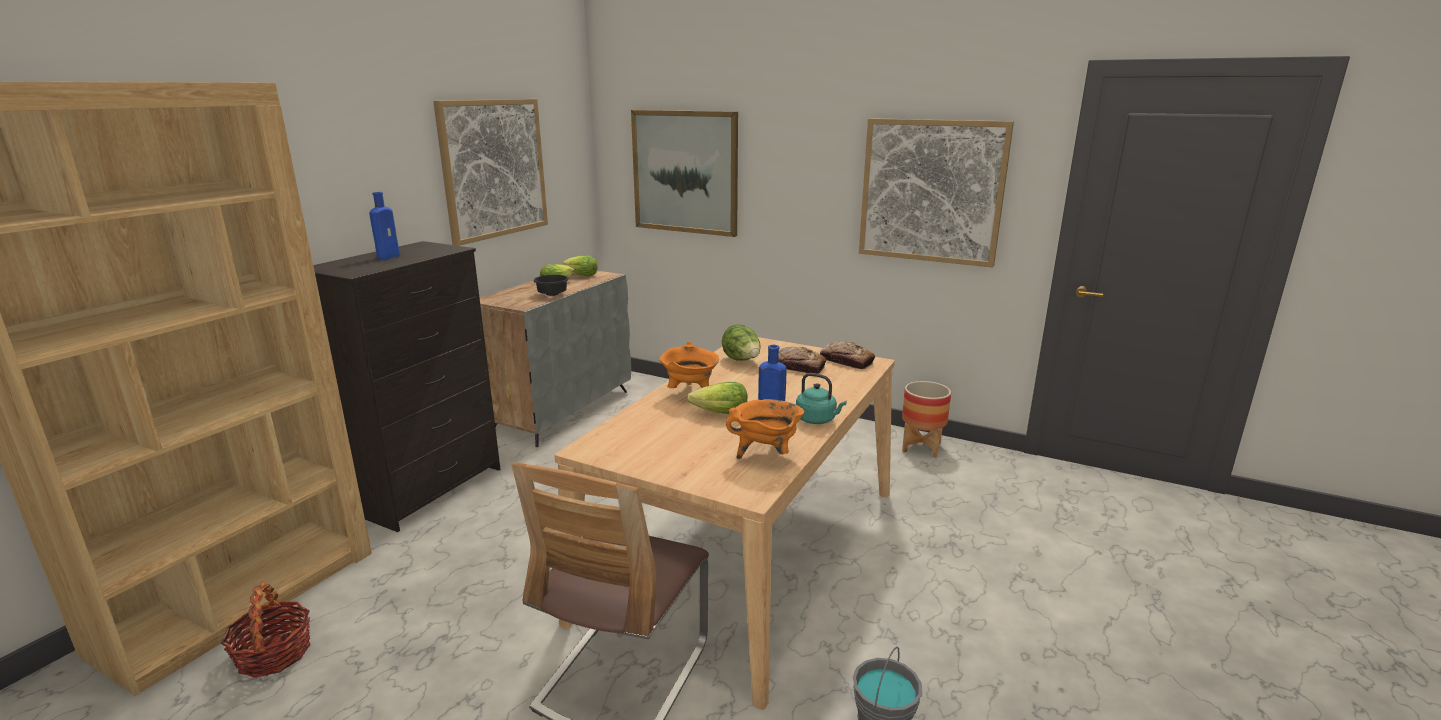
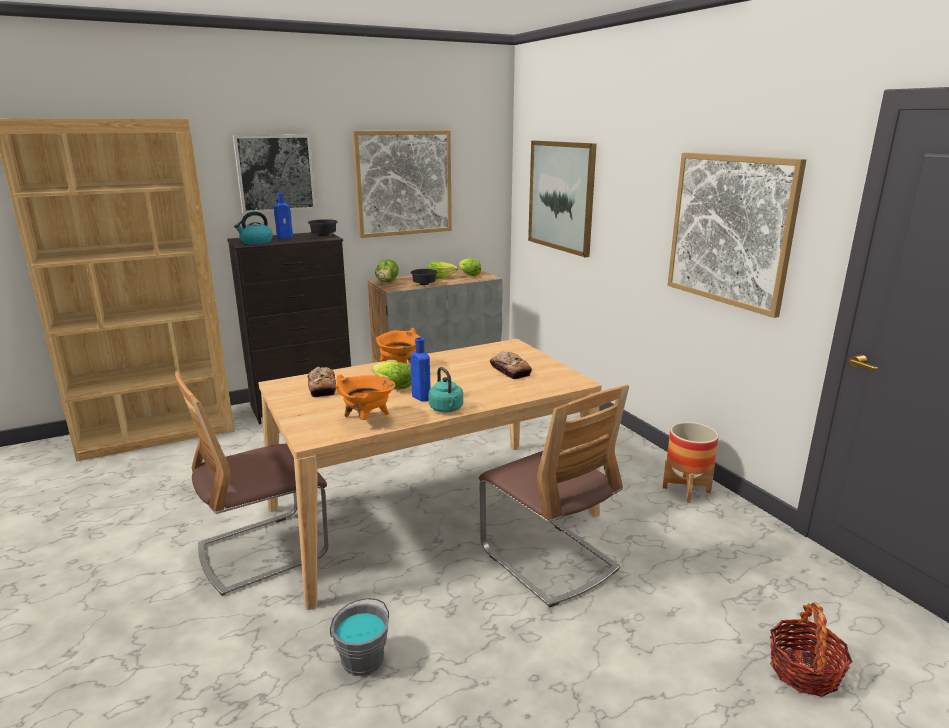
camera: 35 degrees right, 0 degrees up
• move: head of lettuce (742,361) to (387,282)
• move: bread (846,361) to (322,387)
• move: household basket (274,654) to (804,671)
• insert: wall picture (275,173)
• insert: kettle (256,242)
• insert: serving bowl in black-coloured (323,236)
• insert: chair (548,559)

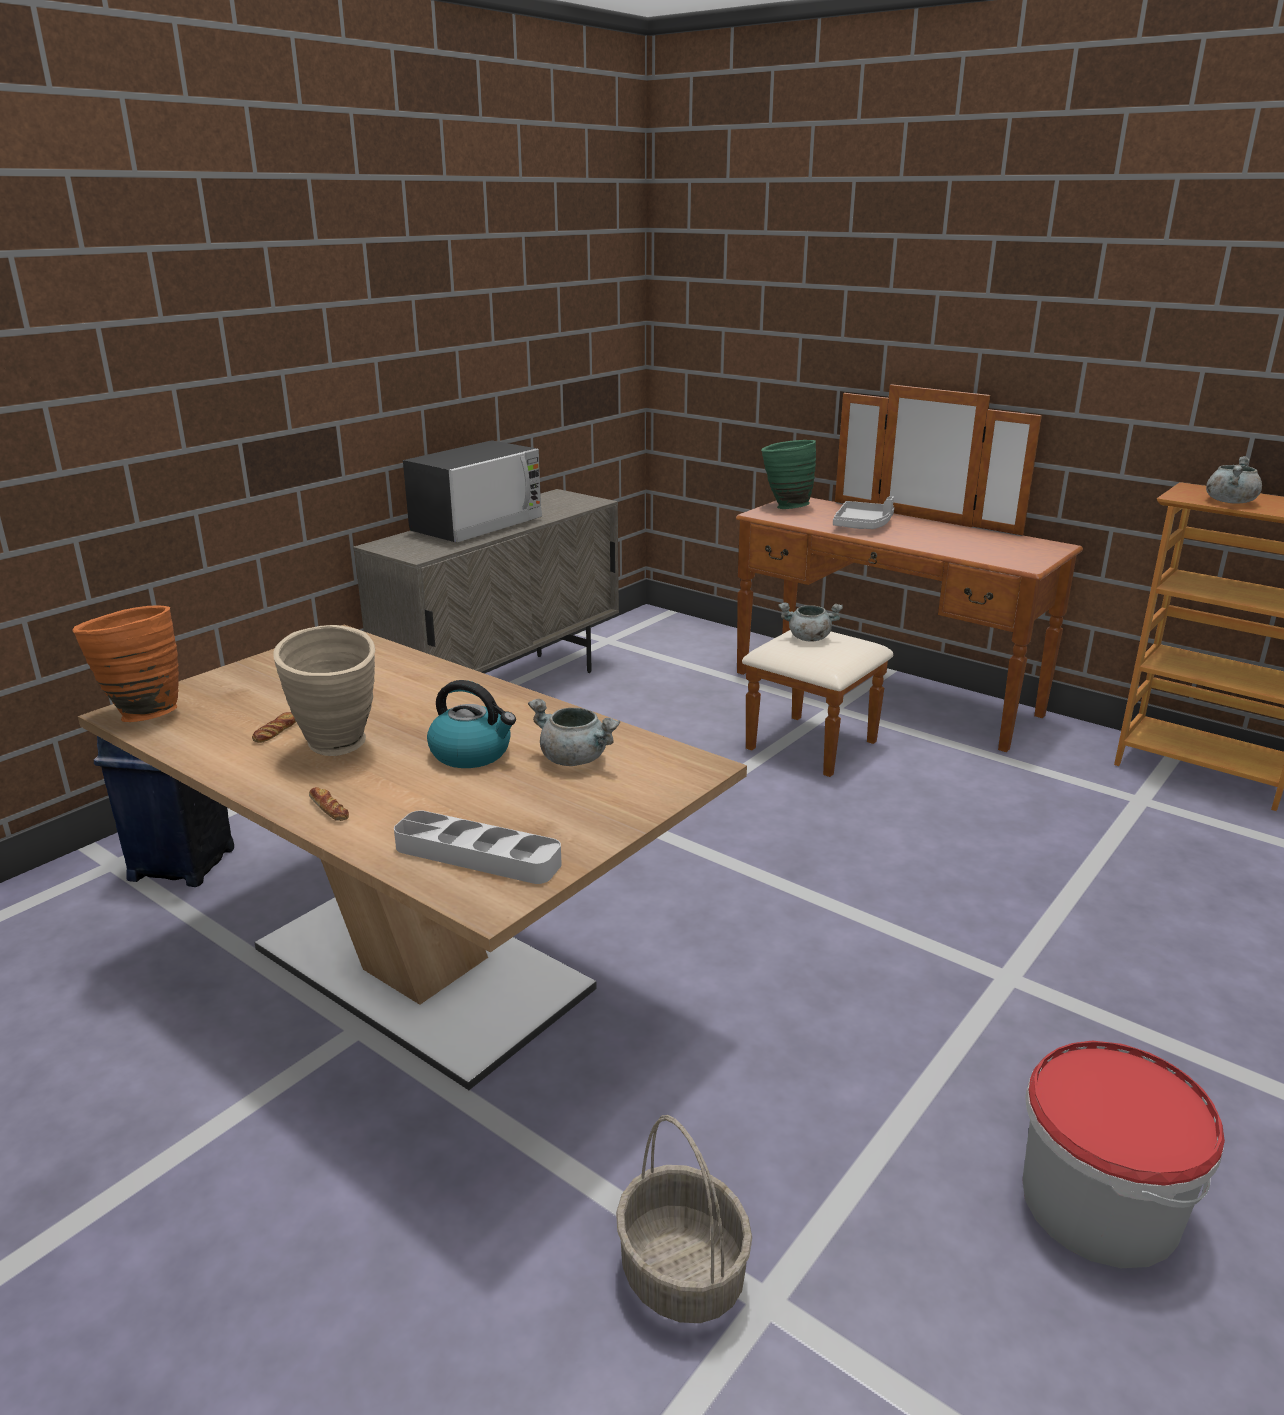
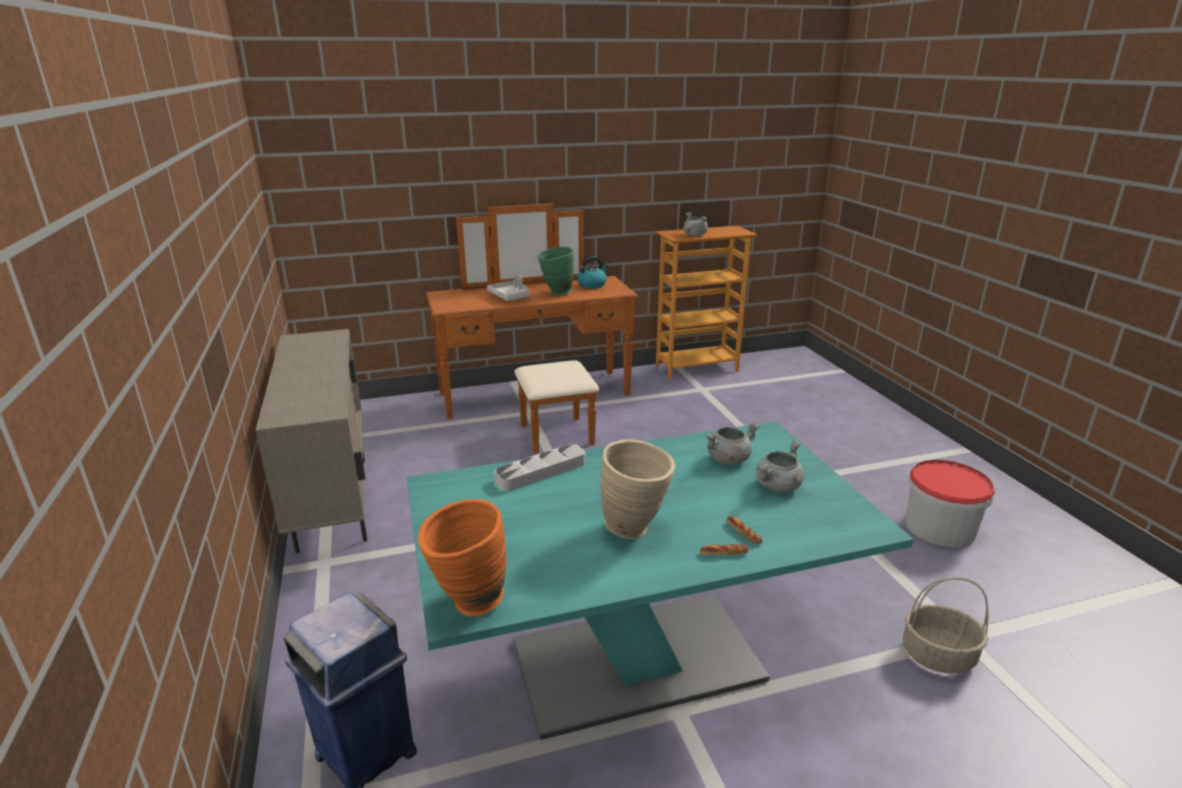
camera: 55 degrees left, 0 degrees up
• delete: microwave (478,526)
• move: flower vase in greenish (785,507) to (556,293)
• move: cooking pot in gray (808,638) to (777,487)
• recolor: dining table in brown-coloured (421,968) to dining table in turquoise (636,661)
• move: kettle (472,753) to (592,284)
• move: bread (276,731) to (743,533)
• move: carrying tray in gray (477,855) to (541,472)

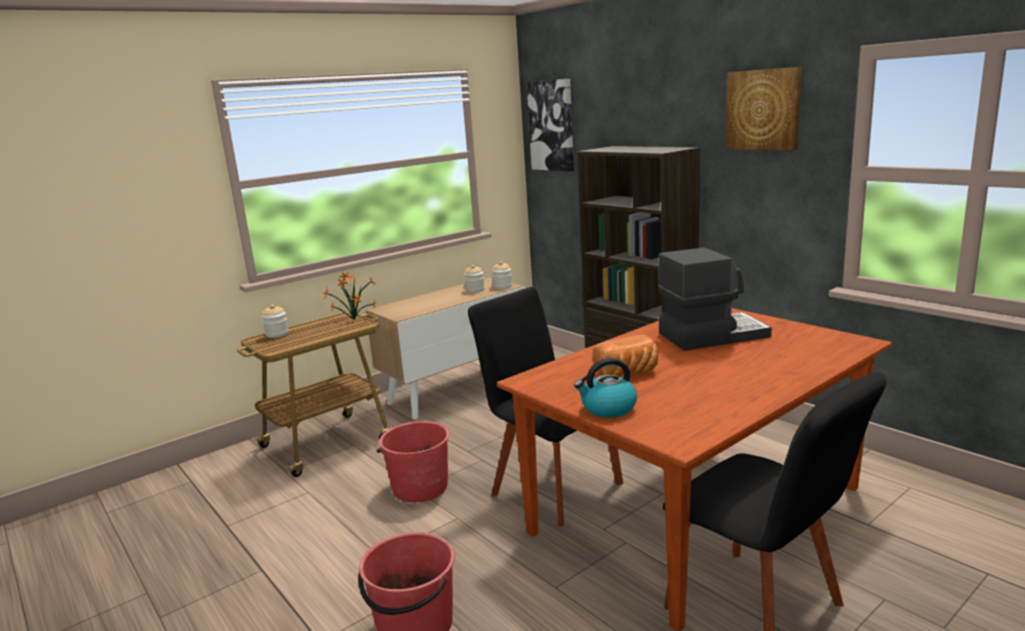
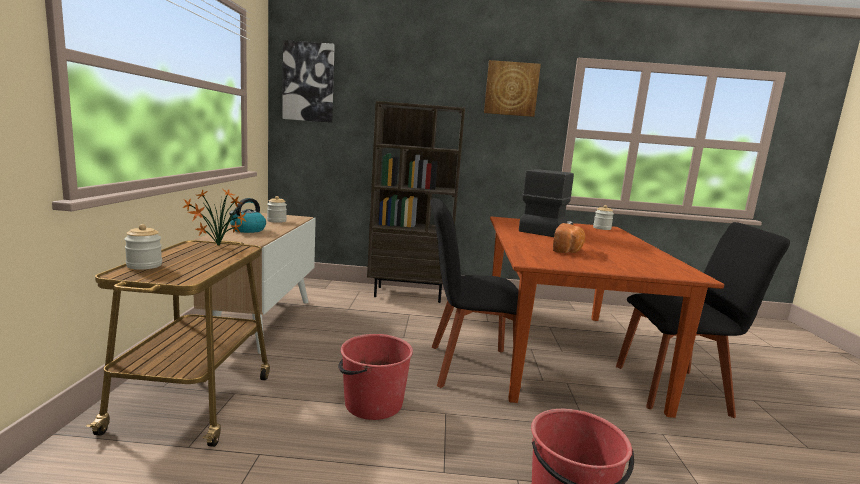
camera: 50 degrees left, 5 degrees down
• move: jar (502,286) to (602,228)
• move: kettle (608,408) to (247,230)

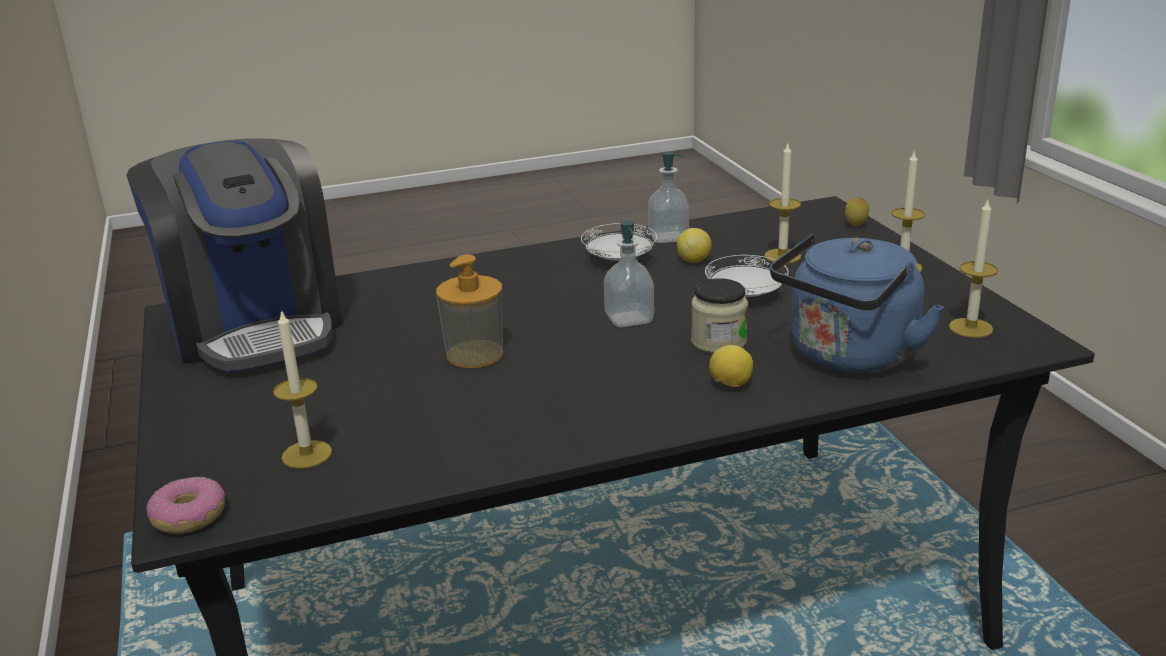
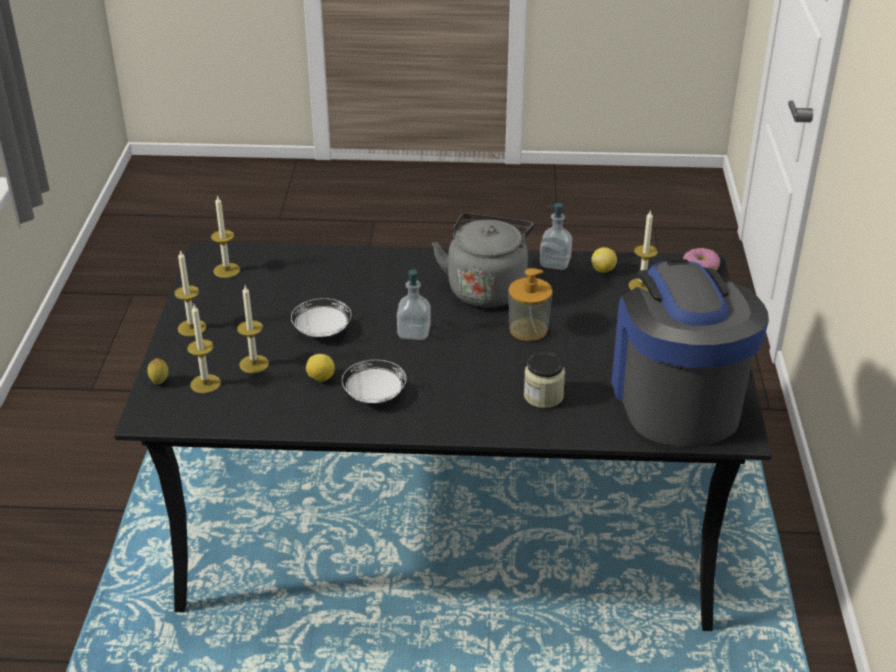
camera: 160 degrees left, 10 degrees up
• move: liquid soap bottle (668,237) to (555,263)
• delete: kettle in blue (848,357)
• move: jar (718,342) to (543,396)
• move: lemon (730,385) to (603,270)
• insert: kettle in gray (487,288)
• insert: candle (205,384)

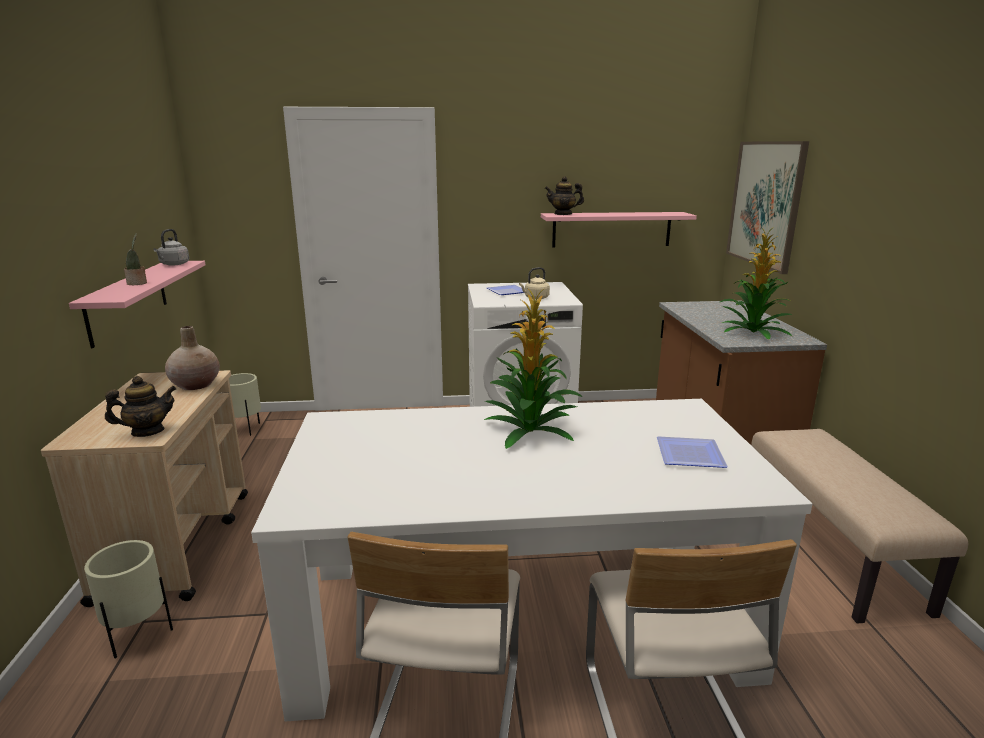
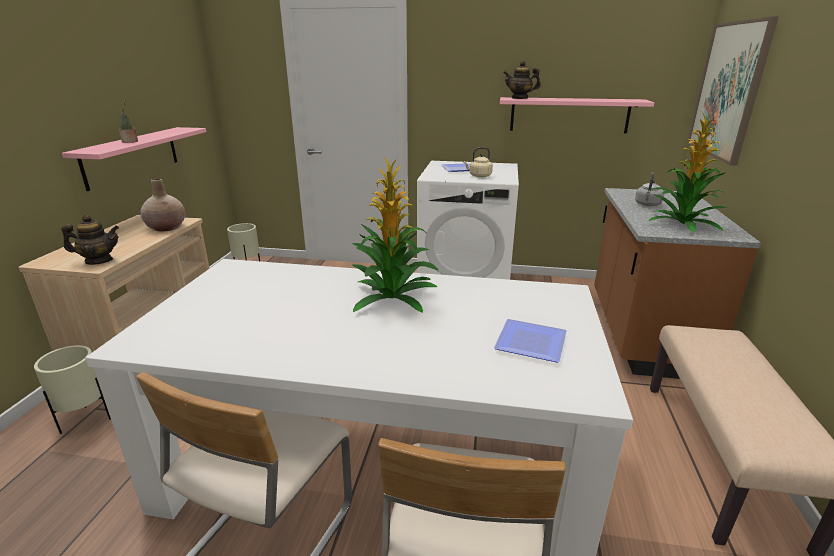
camera: 15 degrees right, 5 degrees up
• move: kettle in gray (173,264) to (647,205)

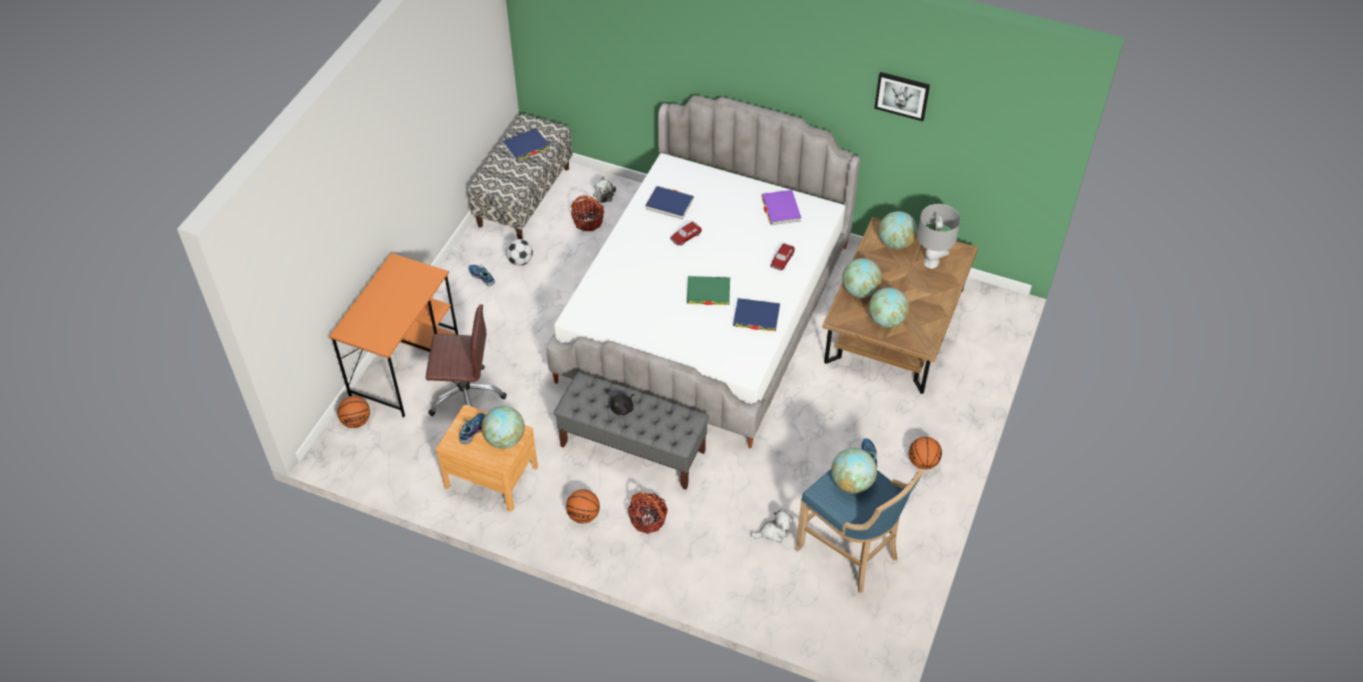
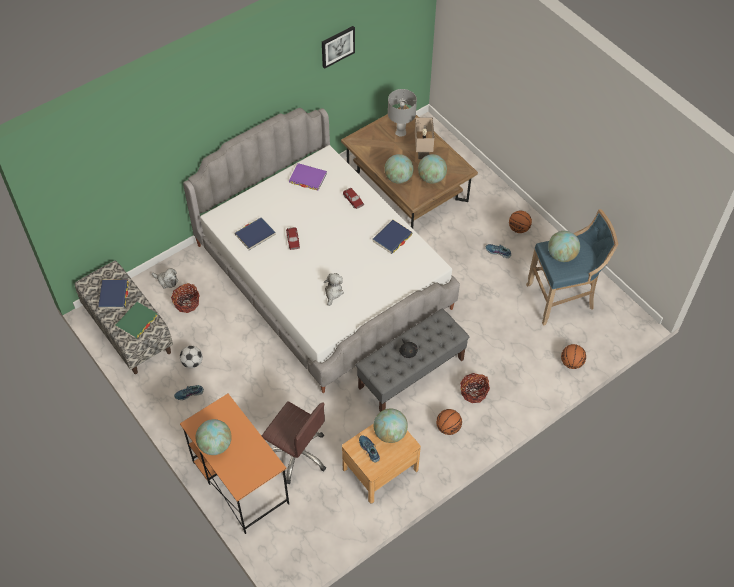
camera: 60 degrees left, 5 degrees up
• move: globe (895,243) to (215,445)
• move: volume in greenish (708,292) to (137,321)
• rotate: office chair in brown-coloured (466,396) = (297,454) 90 degrees clockwise
• move: basketball ball (356,421) to (571,363)
• move: cuddly toy (774,532) to (333,292)
• insert: tabletop lamp in sand-coloured (424,153)

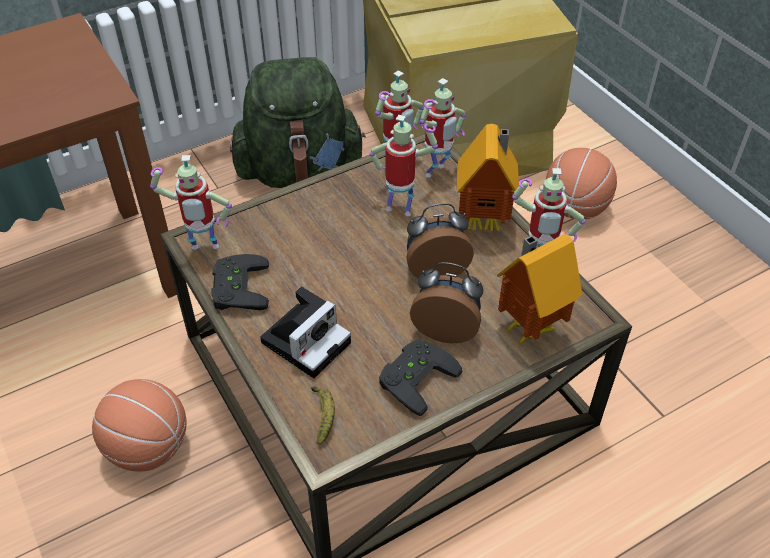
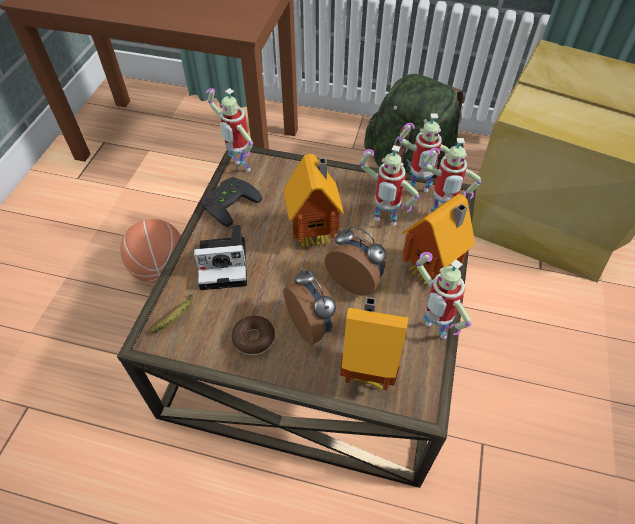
camera: 45 degrees right, 5 degrees up
• rotate: toy robot (400,209) = (383,223) 135 degrees clockwise
• delete: basketball ball (575,208)
• replace: gamepad in black-coloured (414,376) to doughnut (254,339)
• insert: miniature house (316,235)

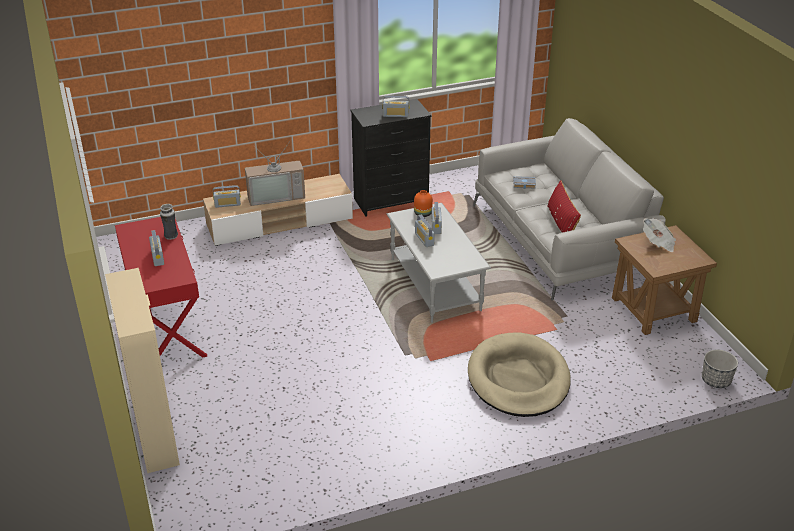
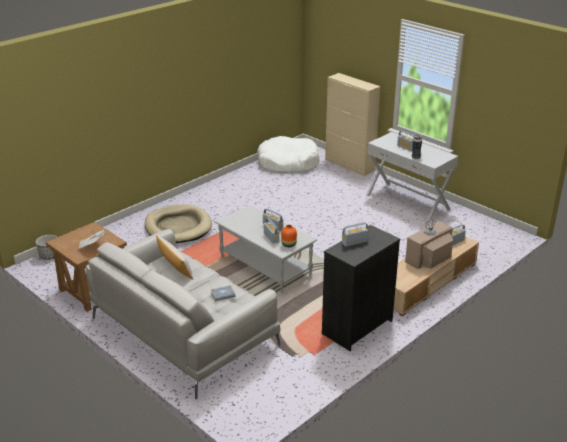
camera: 155 degrees right, 5 degrees down
• recolor: pillow in red-coloured (561,223) to pillow in sand-coloured (175,267)
• recolor: narrow table in red-coloured (166,326) to narrow table in white-coloured (407,202)
• insert: pet bed in white-coloured (288,163)

